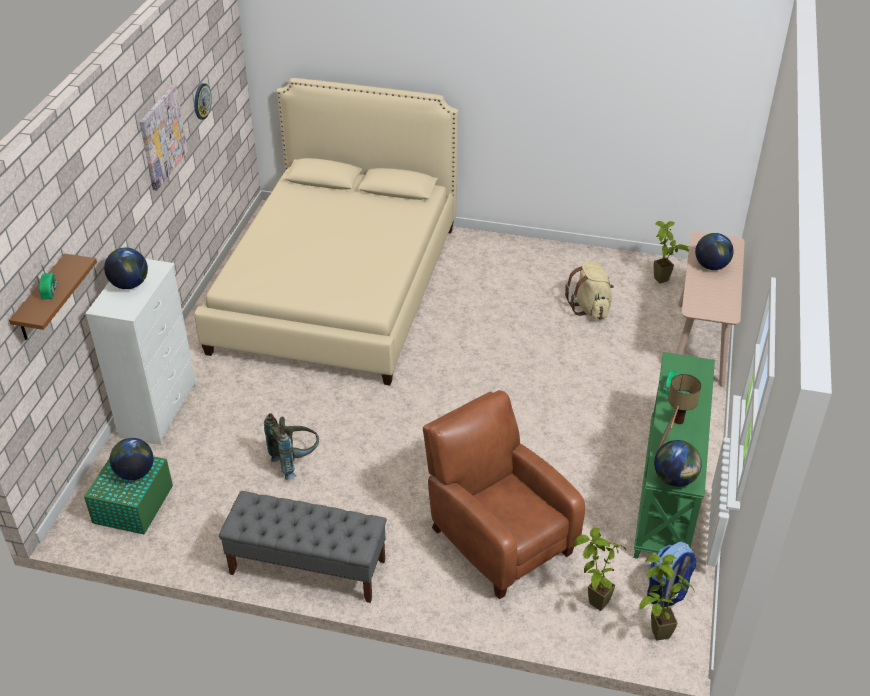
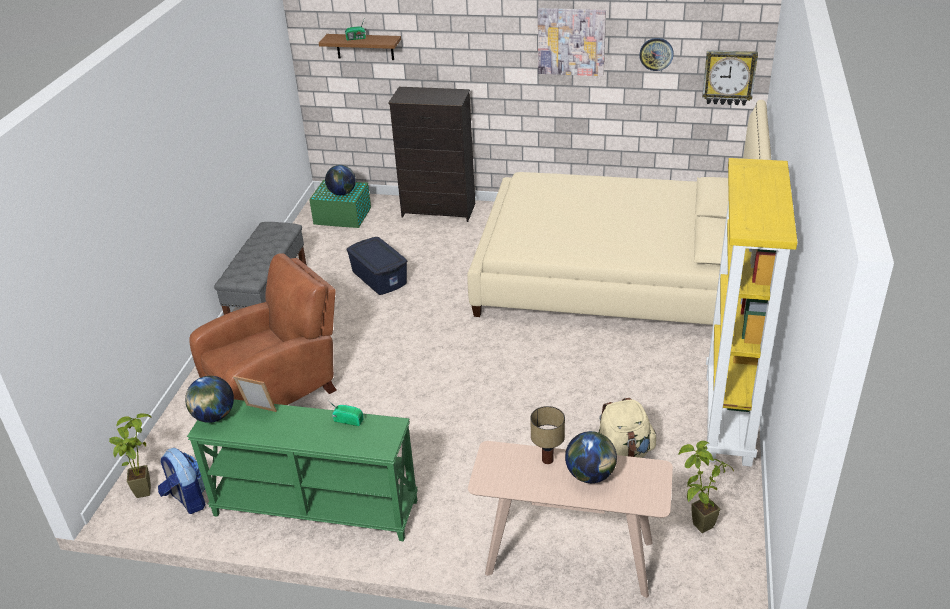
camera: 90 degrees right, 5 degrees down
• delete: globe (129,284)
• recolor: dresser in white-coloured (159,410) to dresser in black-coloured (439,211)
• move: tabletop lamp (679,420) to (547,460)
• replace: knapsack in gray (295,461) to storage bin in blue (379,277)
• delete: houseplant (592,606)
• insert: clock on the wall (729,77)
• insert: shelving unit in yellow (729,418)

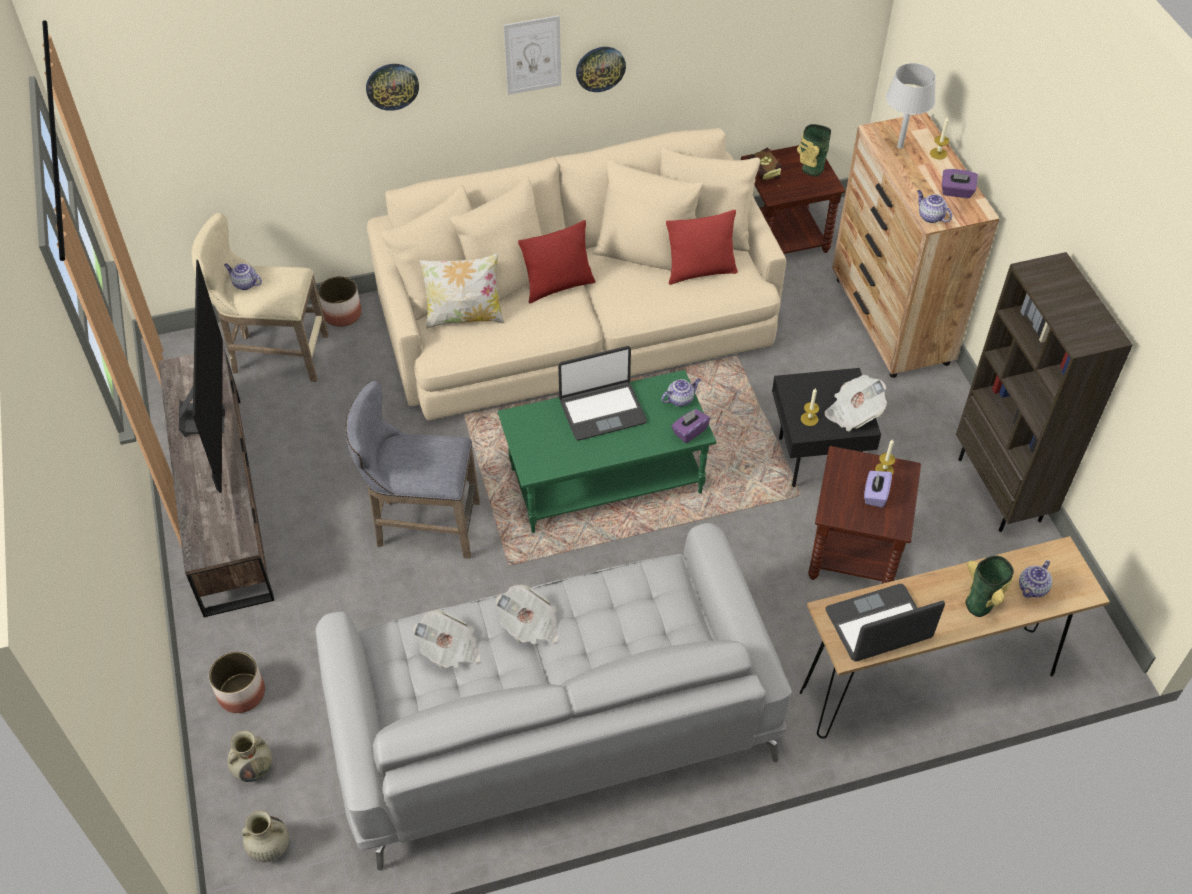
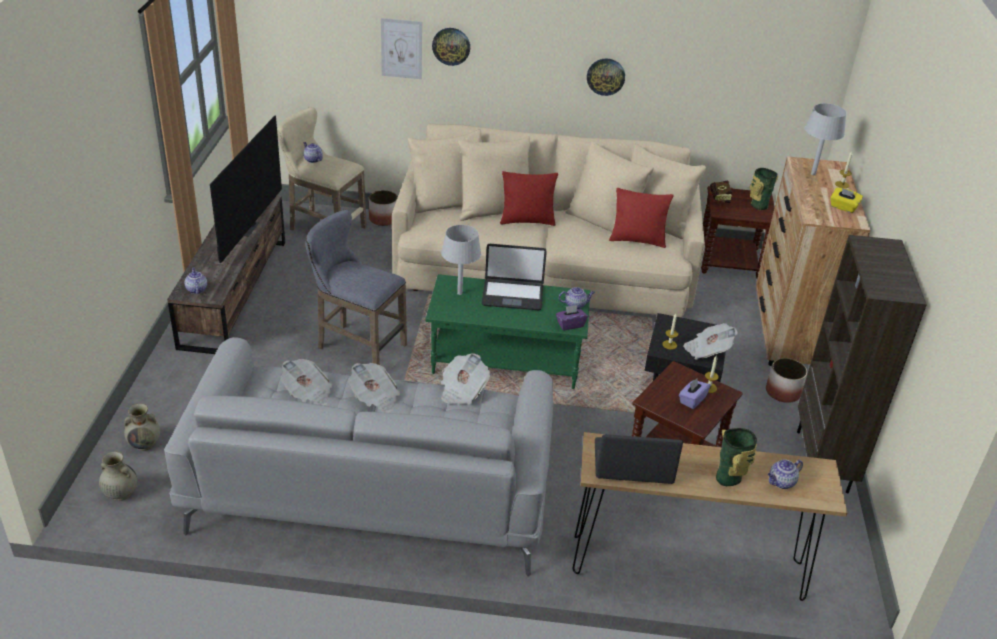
camera: 20 degrees right, 15 degrees down
• move: wall picture (532,55) to (401,48)
• recolor: tissue box in purple (956,192) to tissue box in yellow (843,207)
• move: tea pot (930,216) to (196,289)
• delete: pillow (464,317)
• move: flower pot (241,692) to (782,392)
• insert: tabletop lamp in gray (459,293)
• insert: printed paper (462,390)

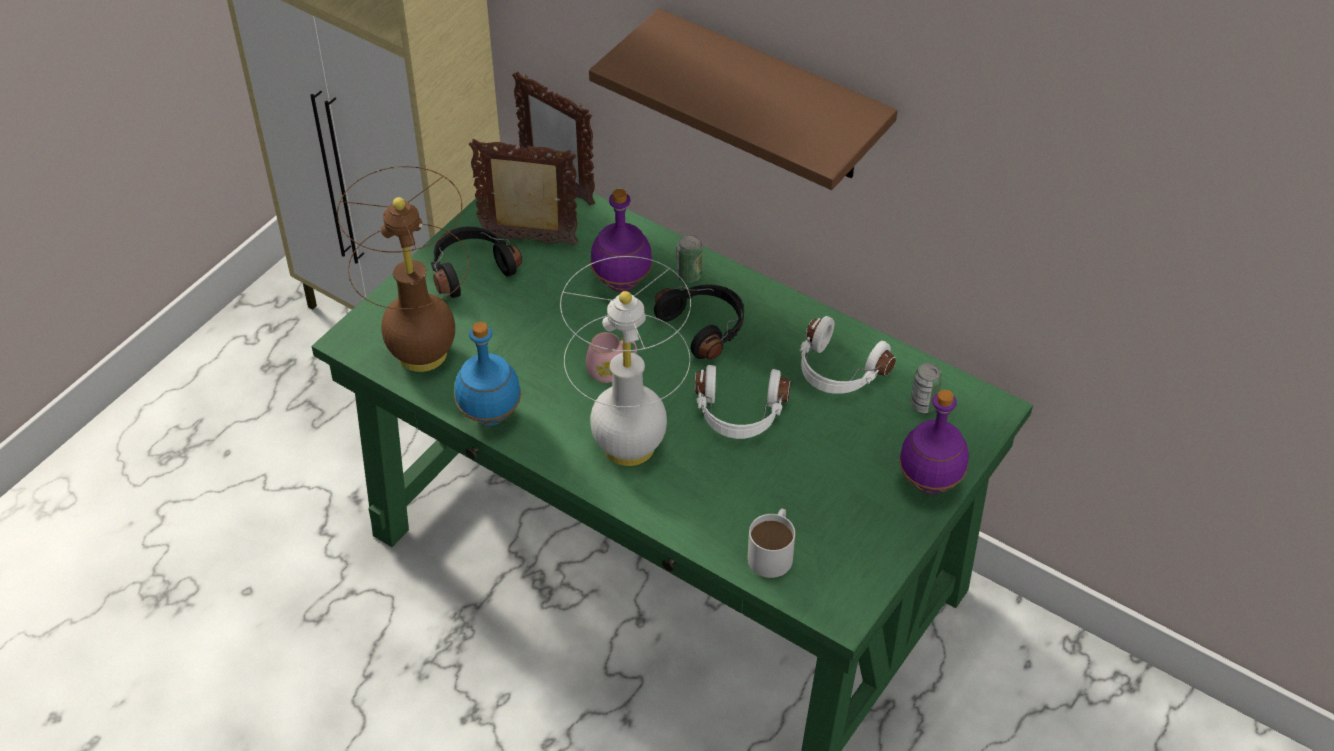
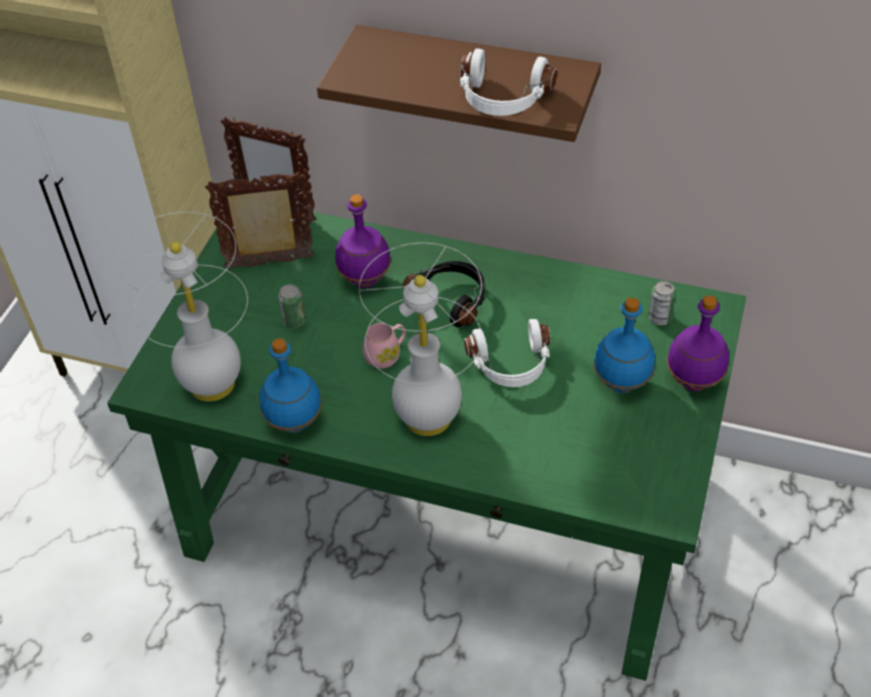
camera: 15 degrees left, 0 degrees up
• recolor: tabletop lamp in brown-coloured (423,353) to tabletop lamp in white-coloured (213,383)
• delete: headset in black-coloured (470,269)
• move: metal can (689,275) to (294,321)
• move: headset in white-coloured (838,371) to (502,100)
• delete: coffee mug in white-coloured (773,551)
• insert: bottle in blue (621,384)

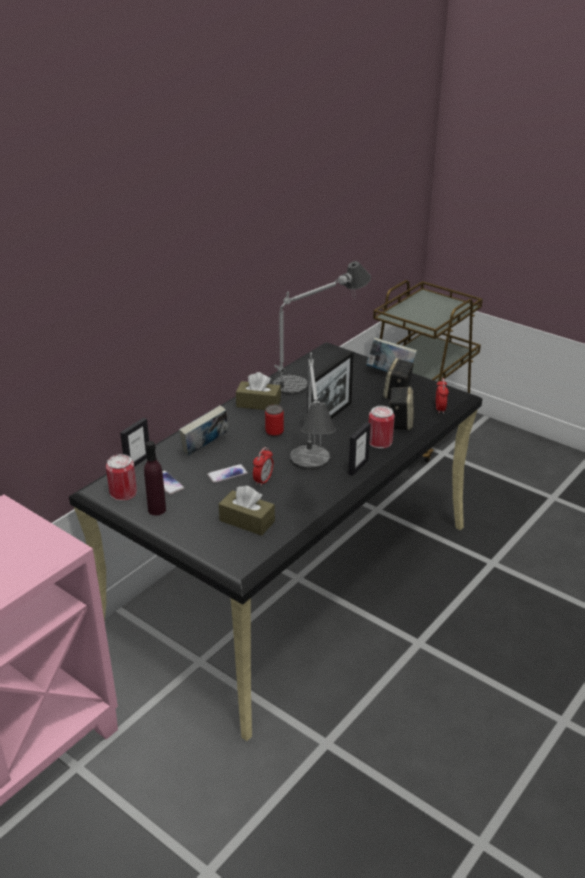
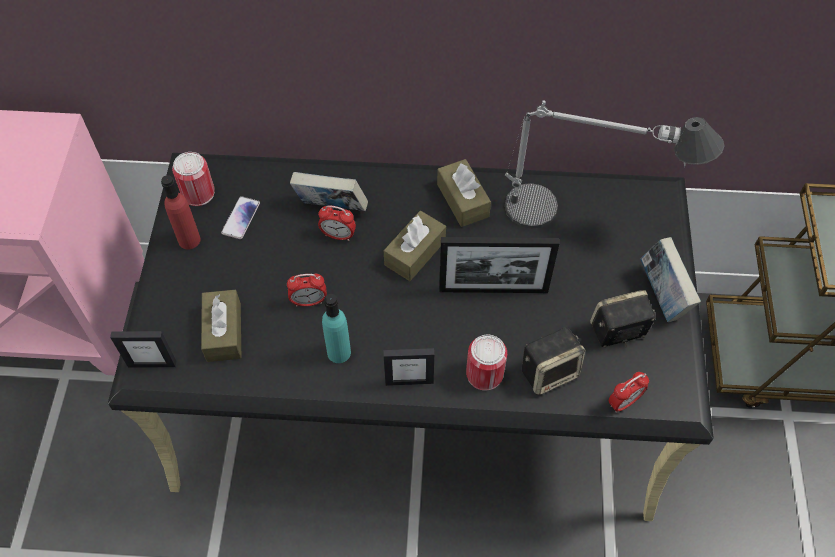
camera: 55 degrees right, 25 degrees up
• replace: tabletop lamp (312,483) to bottle in turquoise (339,352)
• replace: metal can (274,432) to tissue box in brown-coloured (415,253)
• move: picture frame (137,462) to (152,363)
• recolor: bottle in purple (157,509) to bottle in red-coloured (189,240)
• delete: handset (227,474)
• insert: bedside clock (338,235)

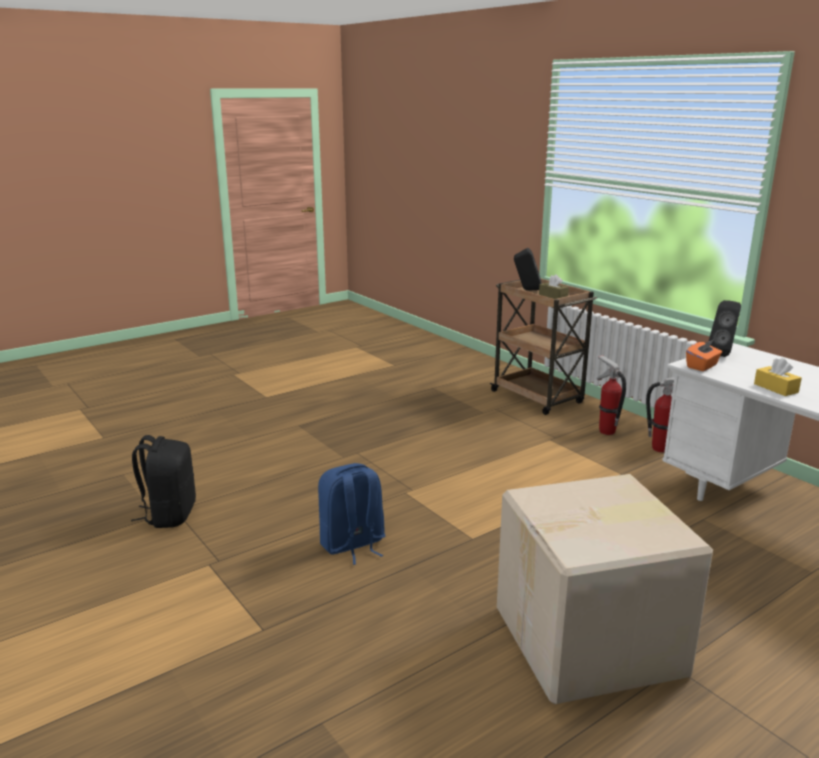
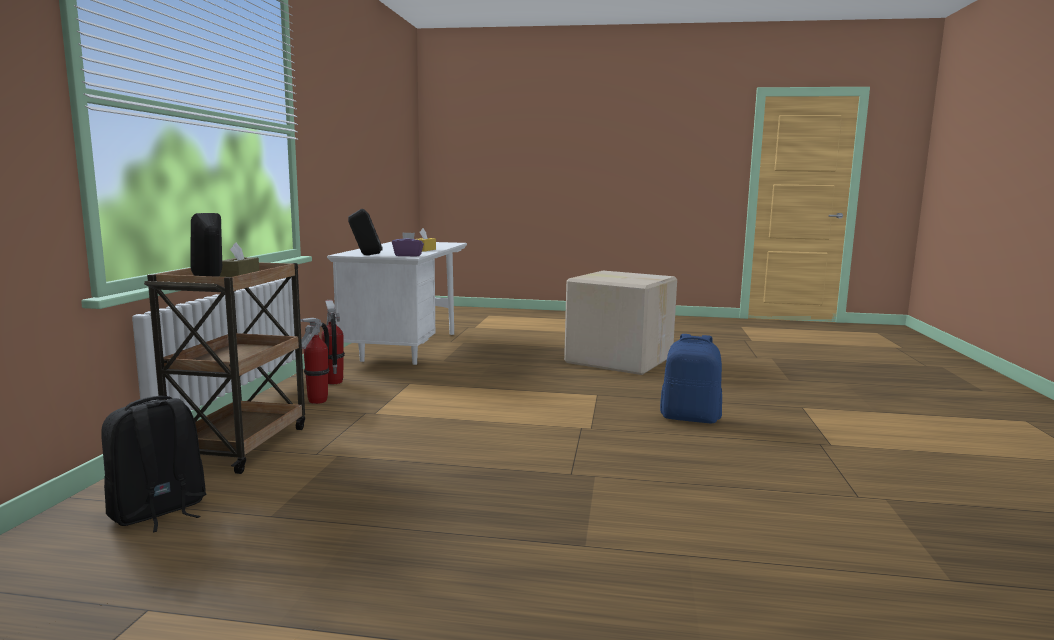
camera: 135 degrees left, 10 degrees down
• recolor: tissue box in orange (702,366) to tissue box in purple (408,255)
• move: knapsack in black-coloured (169,515) to (158,512)

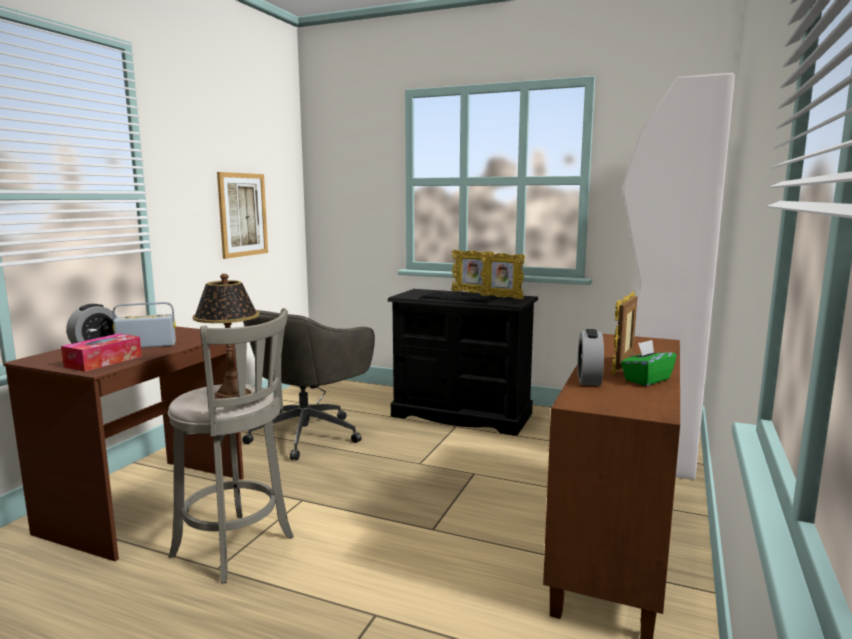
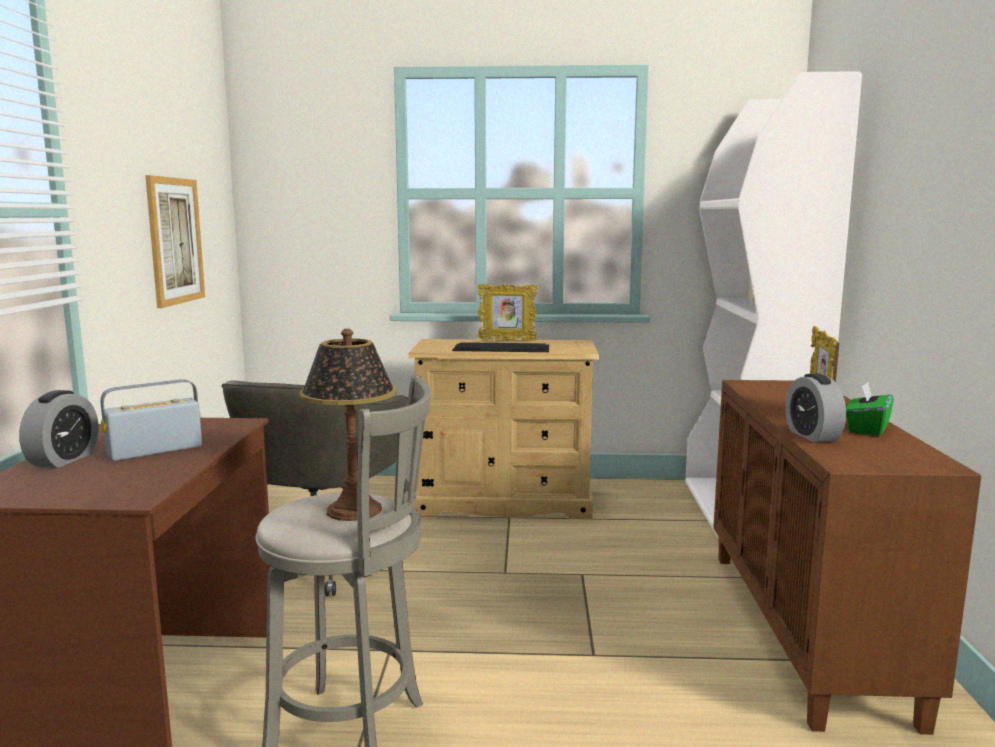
camera: 20 degrees left, 0 degrees up
• delete: picture frame (501,297)
• recolor: dresser in black-coloured (462,415) to dresser in sand-coloured (504,502)
• delete: tissue box (103,361)

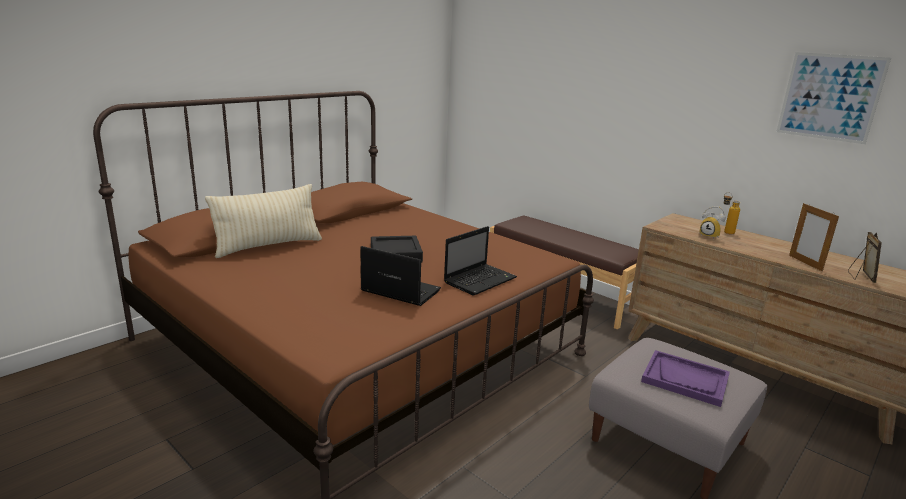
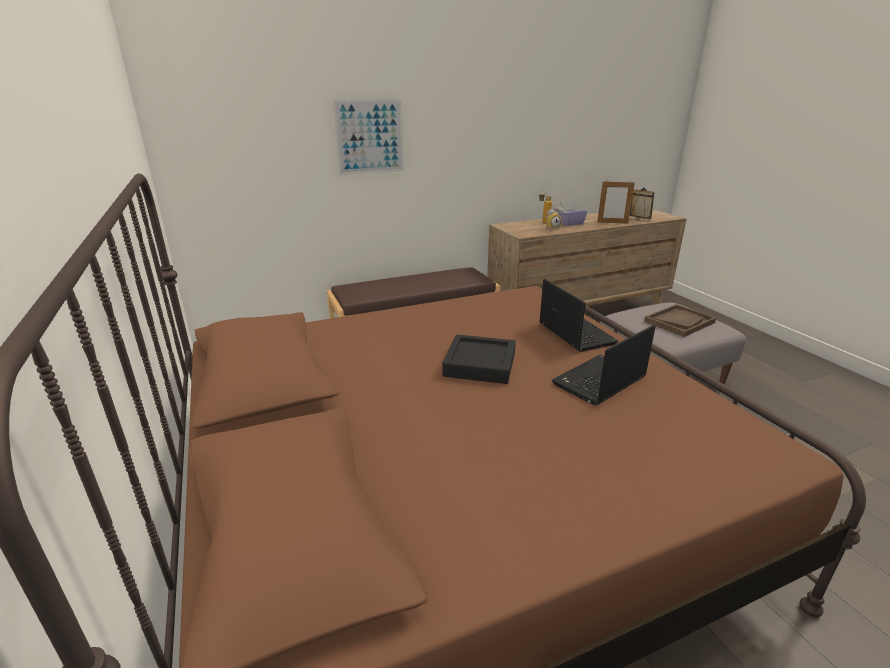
camera: 65 degrees left, 5 degrees up
• move: wall picture (830,97) to (370,137)
• delete: pillow in sand-coloured (268,246)
• recolor: carrying tray in purple (685,379) to carrying tray in brown-coloured (679,322)
• insert: tissue box in purple (571,223)

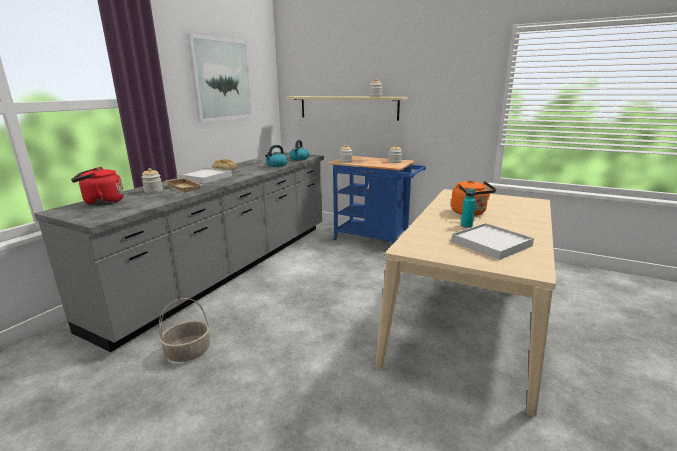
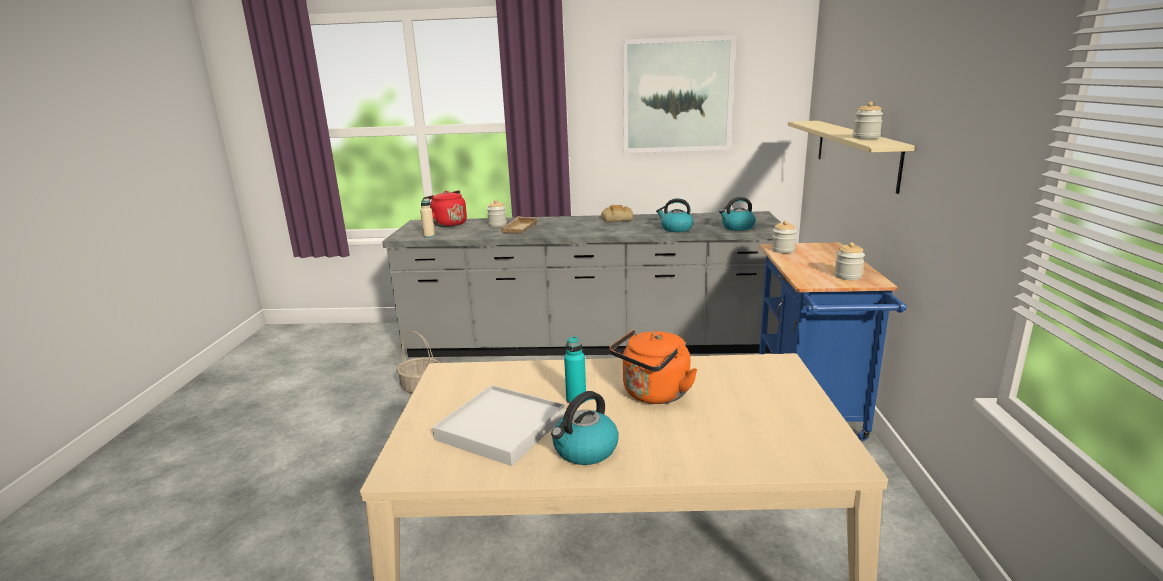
camera: 65 degrees right, 0 degrees up
• delete: carrying tray in white-coloured (205,177)
• insert: bottle in sand-coloured (429,236)
• insert: kettle (585,450)

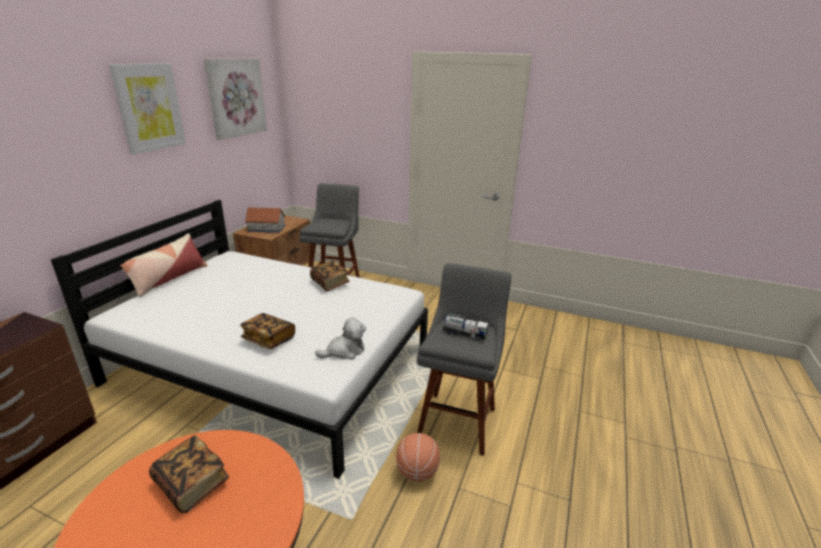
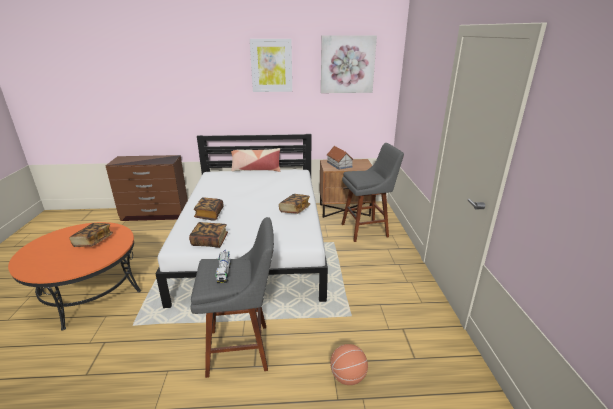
camera: 65 degrees right, 0 degrees up
• replace: cuddly toy (344,351) to volume (210,241)
• move: basketball ball (417,471) to (348,376)

